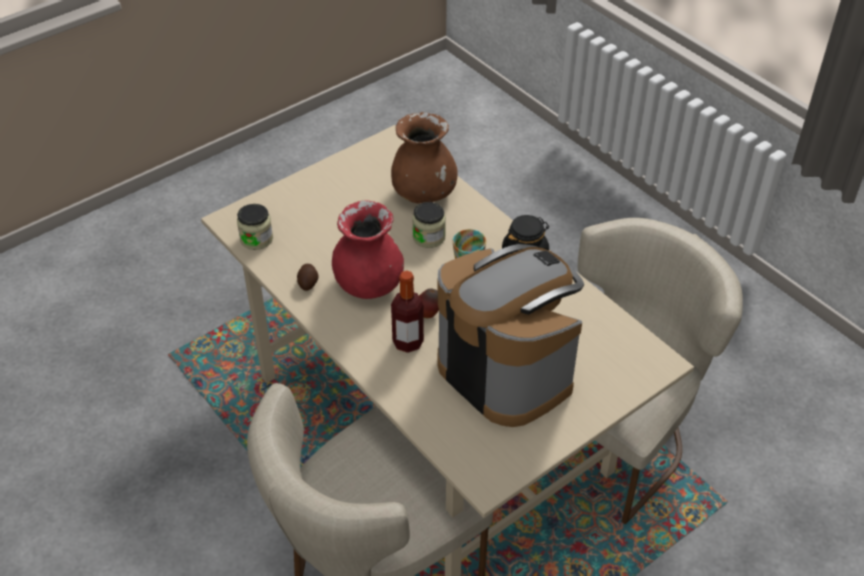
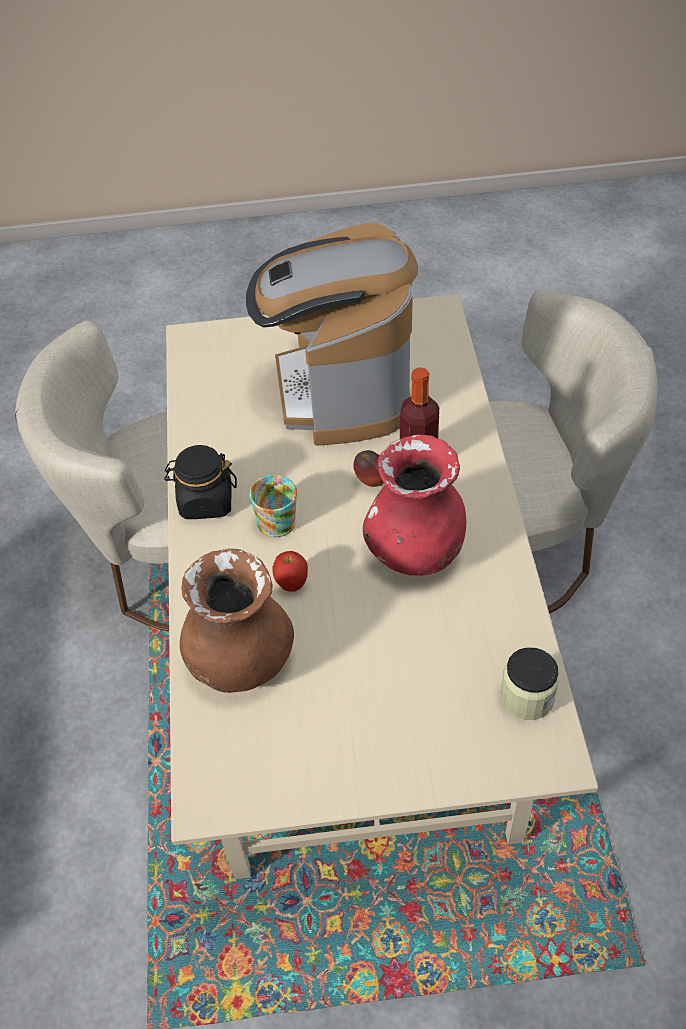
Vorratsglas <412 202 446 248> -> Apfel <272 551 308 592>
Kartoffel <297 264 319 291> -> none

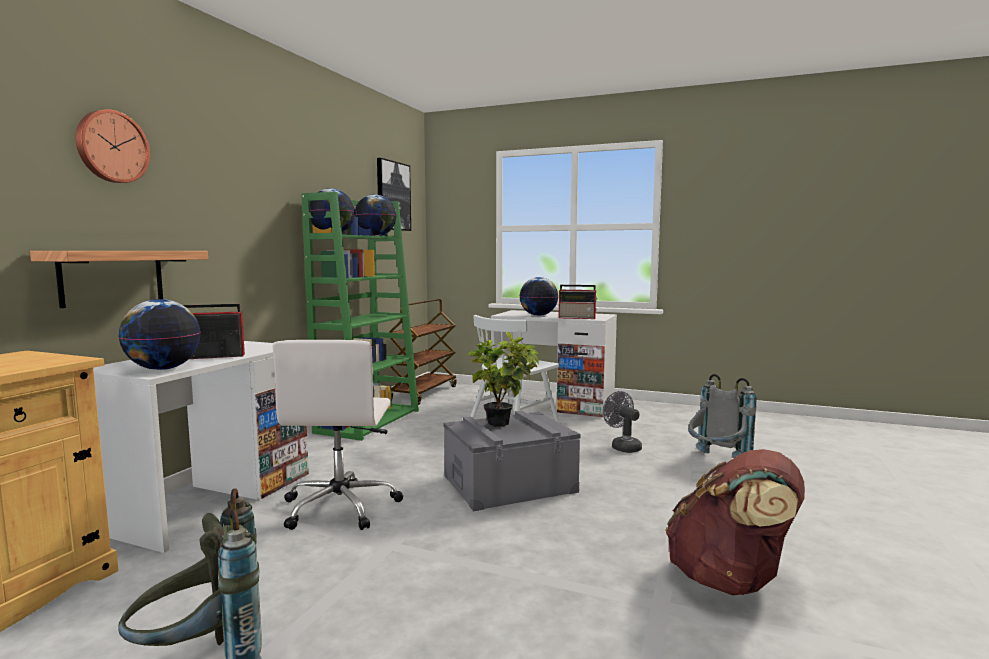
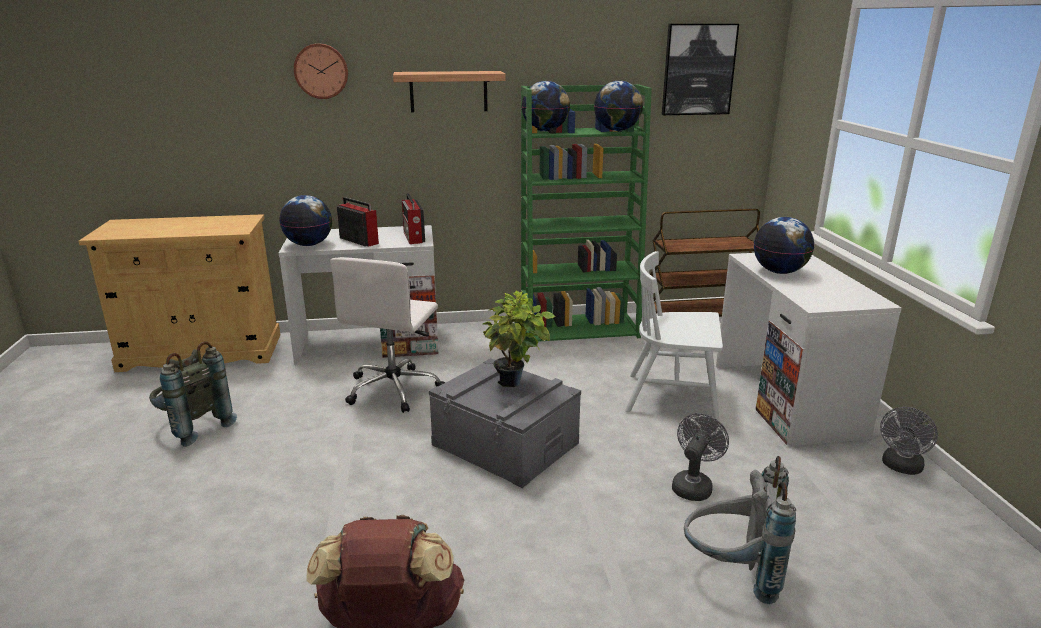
Wandregal <30 251 208 308> -> Wandregal <393 71 506 112>, move
Radio <559 285 598 319> -> Radio <402 193 425 244>, move
Bürostuhl (weiß) <273 340 403 530> -> Bürostuhl (weiß) <330 257 445 413>, 45 degrees counterclockwise
none -> Ventilator (grau) <880 407 938 475>

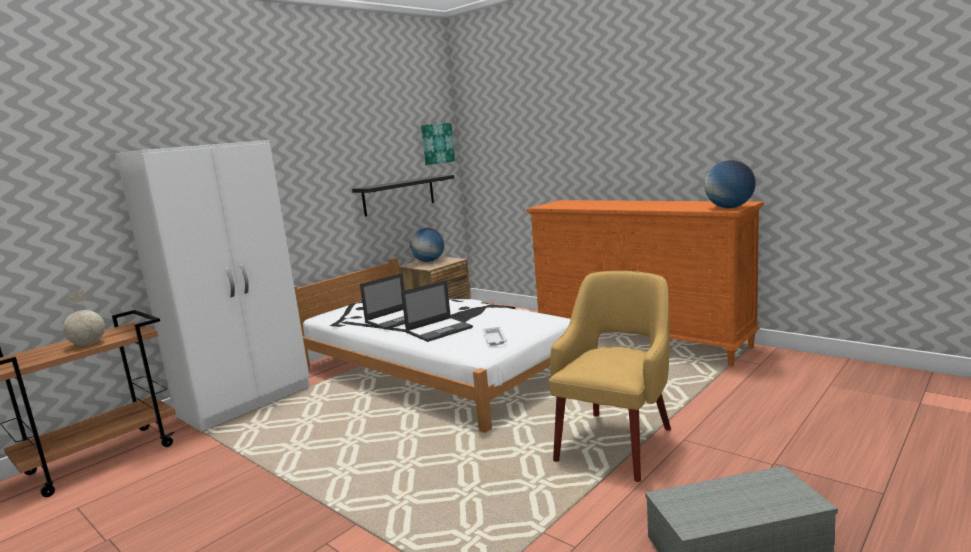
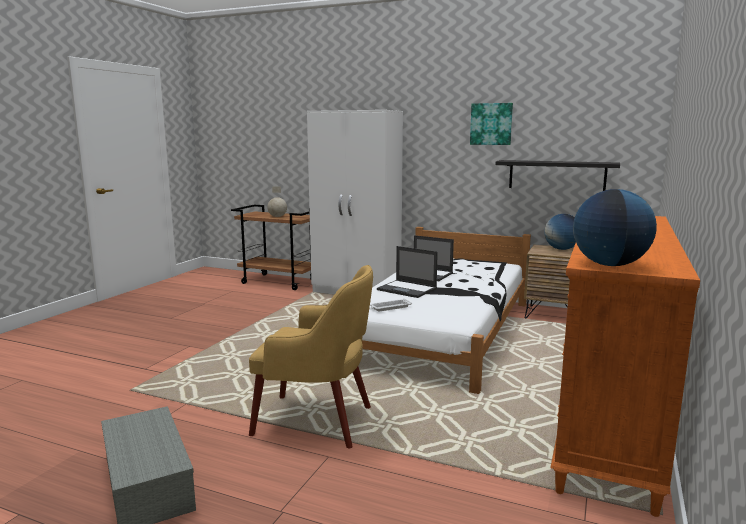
Bild <421 123 455 165> -> Bild <470 103 513 145>, move

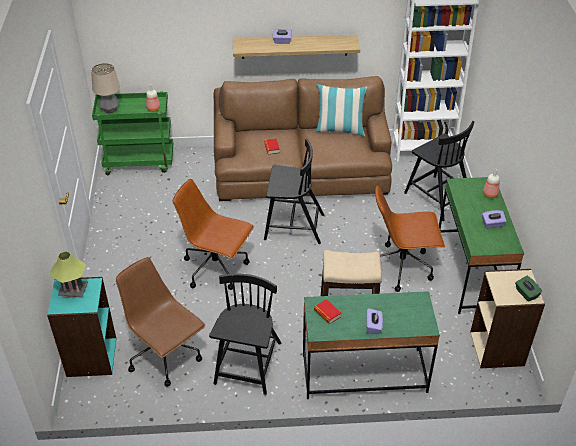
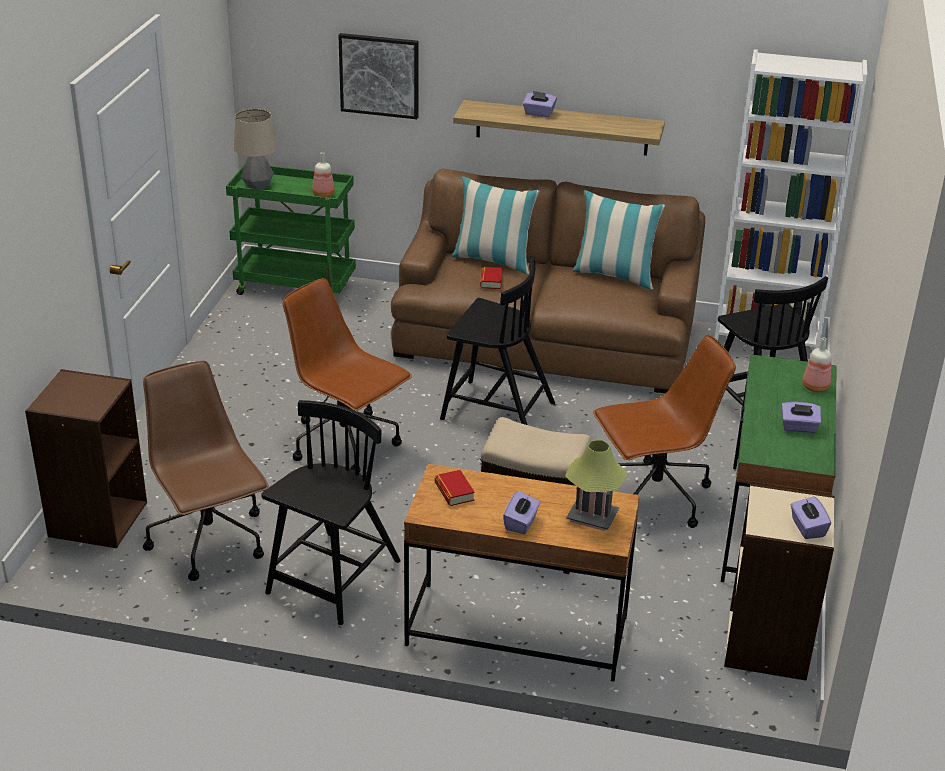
Bürostuhl (braun) <375 185 445 292> -> Bürostuhl (braun) <593 335 736 528>, 150 degrees clockwise
Tischlampe <50 251 88 298> -> Tischlampe <565 440 627 531>, move
Taschentuchbox (grün) <515 276 542 302> -> Taschentuchbox (lila) <791 496 831 539>
Bücherregal (türkis) <47 277 116 377> -> Bücherregal (braun) <25 369 147 548>
Schreibtisch (grün) <303 291 440 399> -> Schreibtisch (braun) <404 464 640 682>
none -> Bild <338 33 419 119>
none -> Kissen <452 176 540 274>

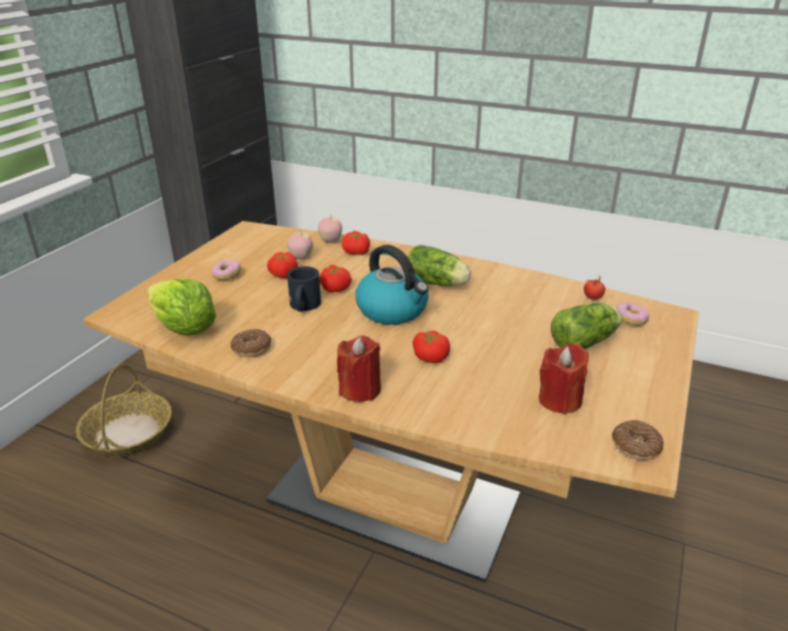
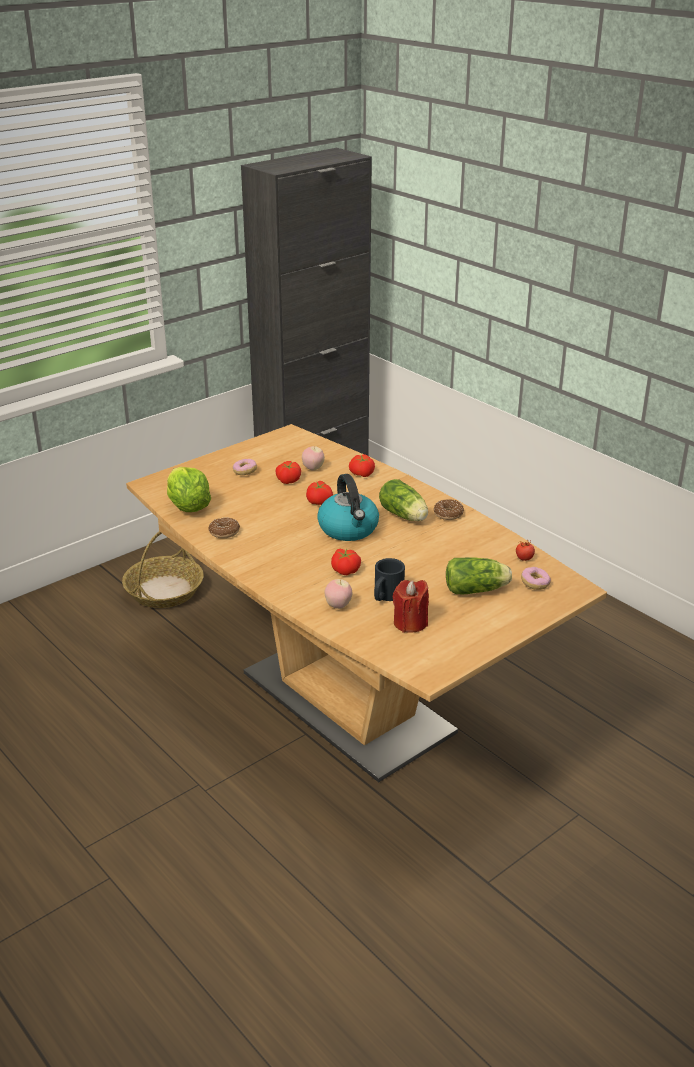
Apfel <318 217 342 243> -> Apfel <324 579 352 609>, move
Henkelbecher (schwarz) <287 266 321 312> -> Henkelbecher (schwarz) <374 558 405 601>, move
Kerze (rot) <337 336 381 402> -> none
Donut <612 420 664 460> -> Donut <434 499 464 520>, move

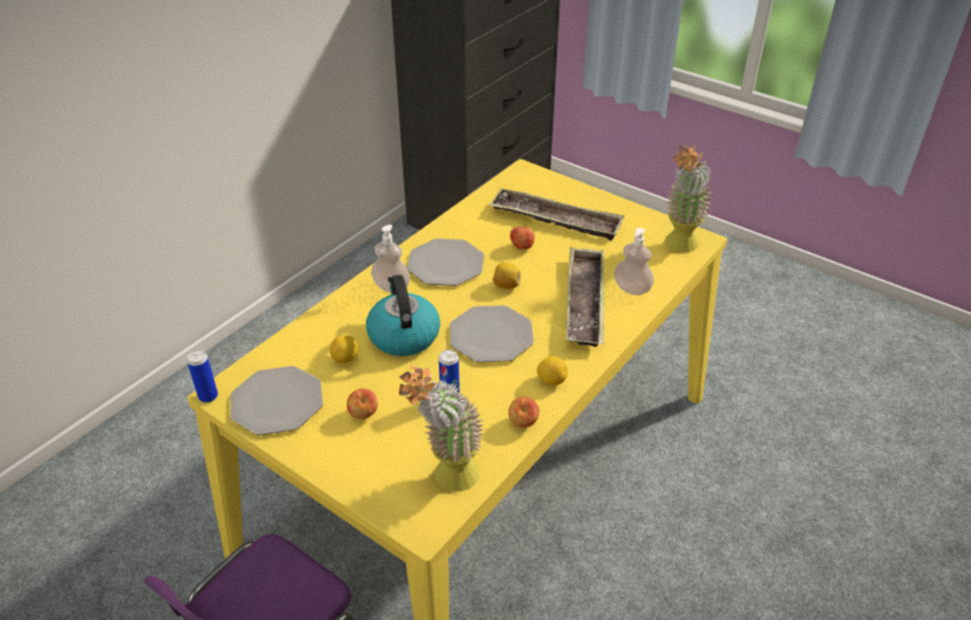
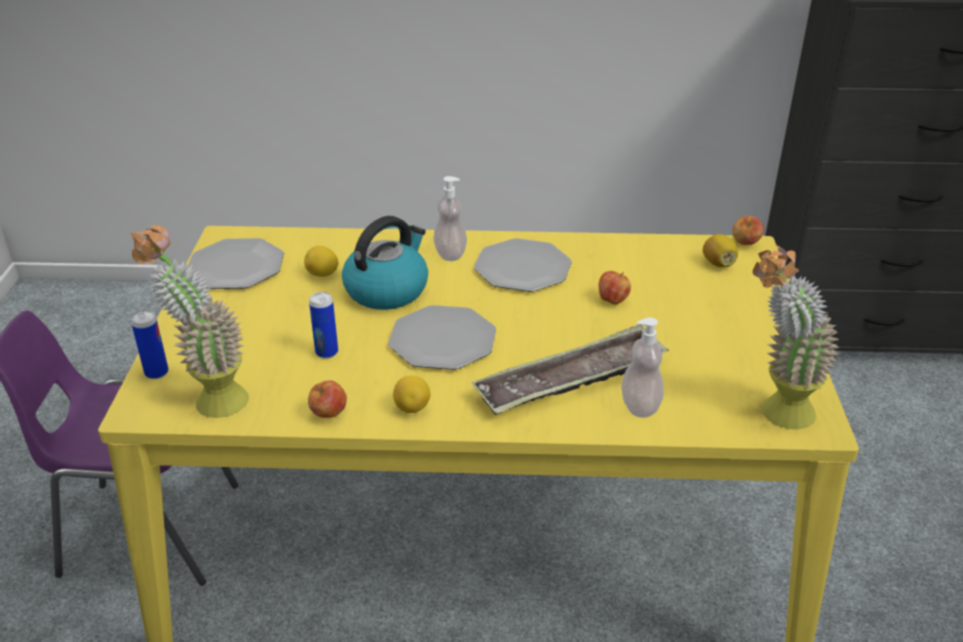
Tablett <490 188 625 241> -> none
Zitrone <493 263 521 289> -> Zitrone <703 234 738 268>, move
Dose <187 350 218 403> -> Dose <131 311 168 379>, move
Apfel <347 388 378 419> -> Apfel <732 216 764 245>, move

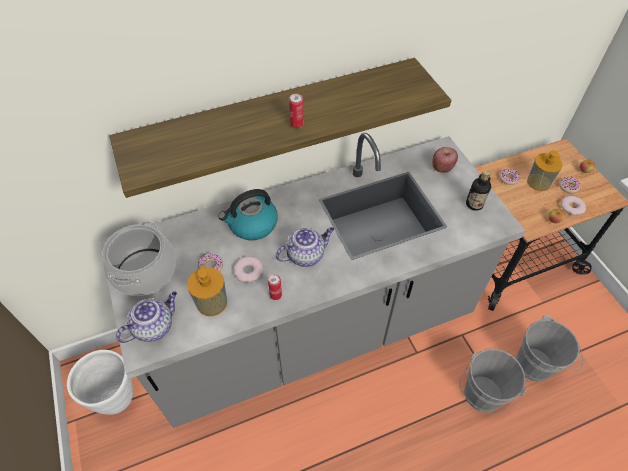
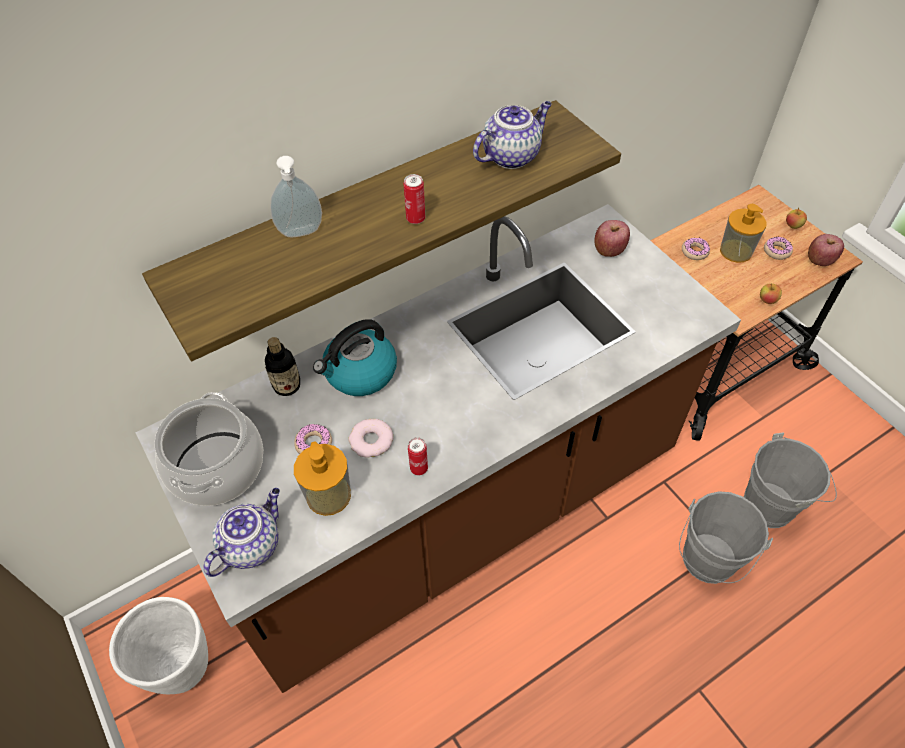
Küchenzeile (grau) <100 133 526 428> -> Küchenzeile (braun) <135 204 741 693>
Flasche <466 170 491 211> -> Flasche <265 337 300 396>, move
Donut <561 196 586 215> -> none
Teekanne <276 227 334 267> -> Teekanne <473 101 552 169>, move
none -> Seifenspender <270 156 322 237>
none -> Apfel <808 234 844 266>

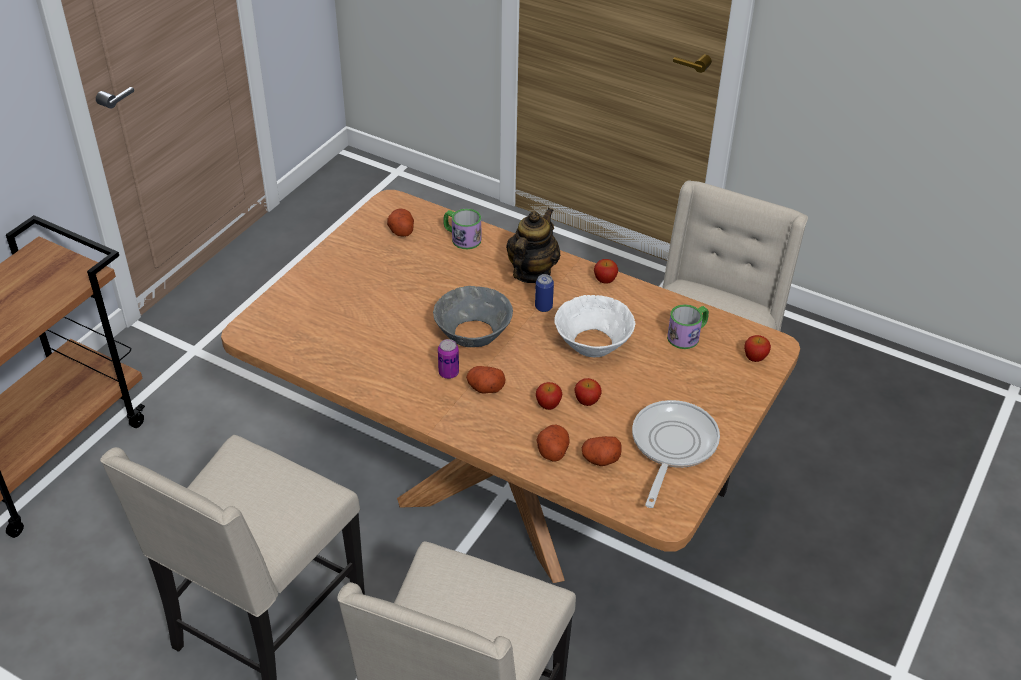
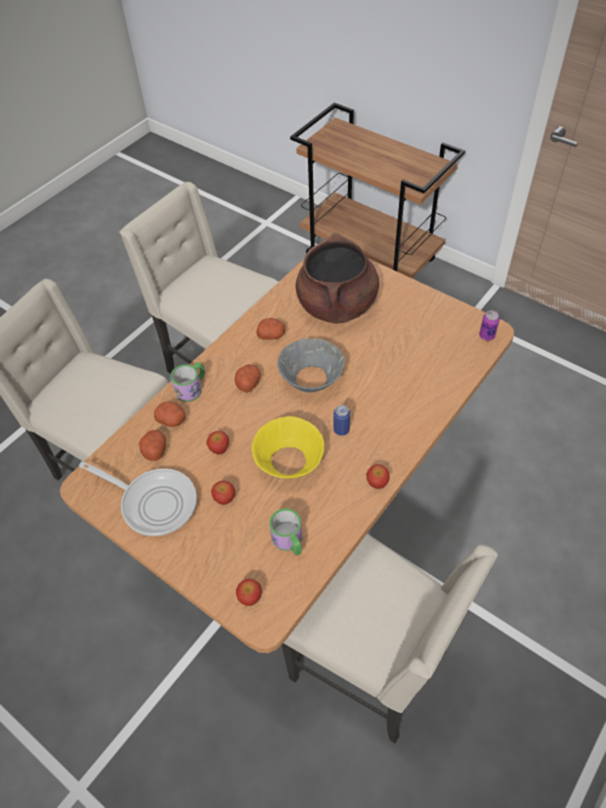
Teekanne <506 208 560 283> -> none
Kartoffel <387 209 414 237> -> Kartoffel <256 318 285 340>, move
Henkelbecher <443 209 481 249> -> Henkelbecher <171 362 205 402>, move
Schüssel (weiß) <554 295 636 357> -> Schüssel (gelb) <252 416 324 479>
Dose <438 339 459 379> -> Dose <479 310 500 341>, move
Apfel <536 382 562 410> -> Apfel <211 481 235 505>, move
none -> Kochtopf (braun) <296 233 379 324>

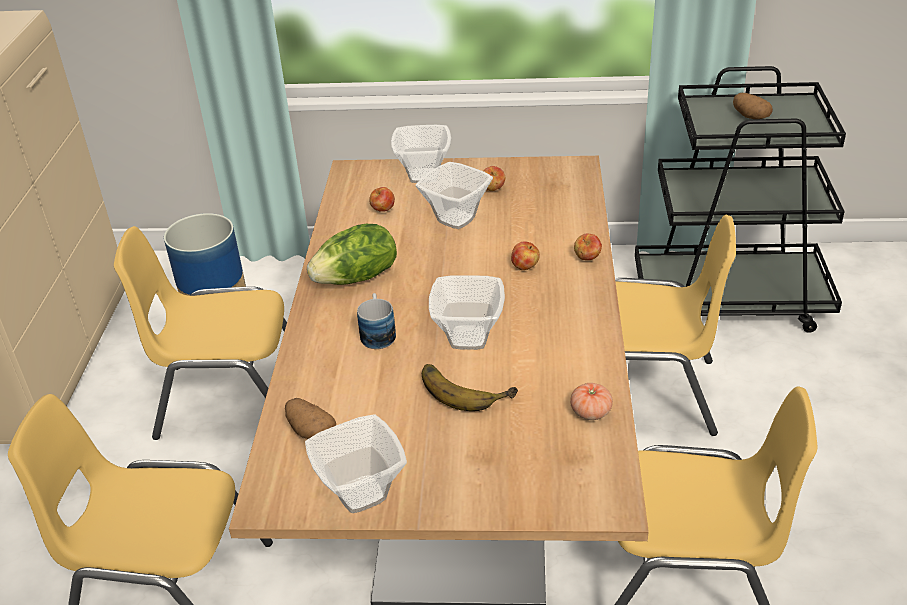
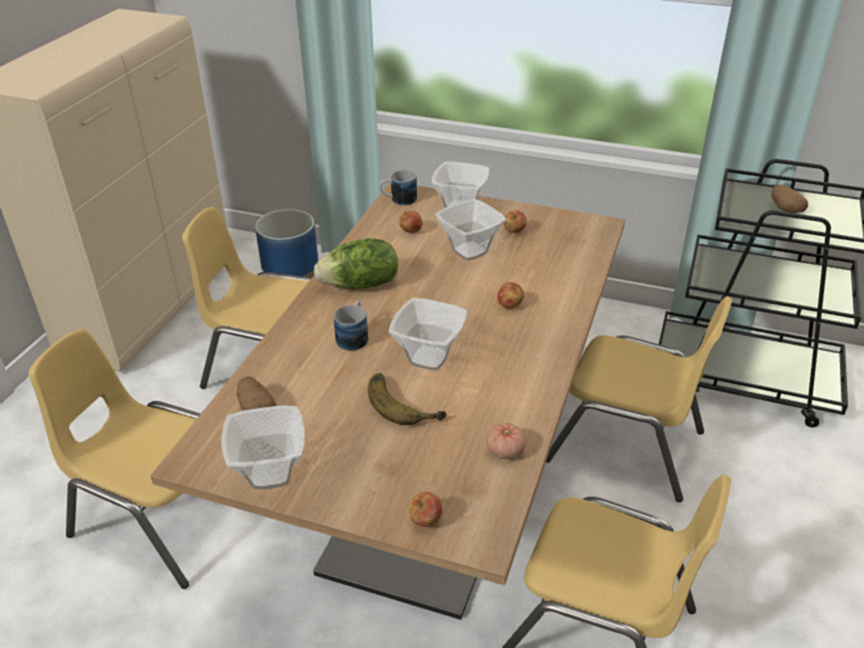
Apfel <574 233 602 260> -> Apfel <408 492 442 527>, move
none -> Henkelbecher <379 170 417 206>

